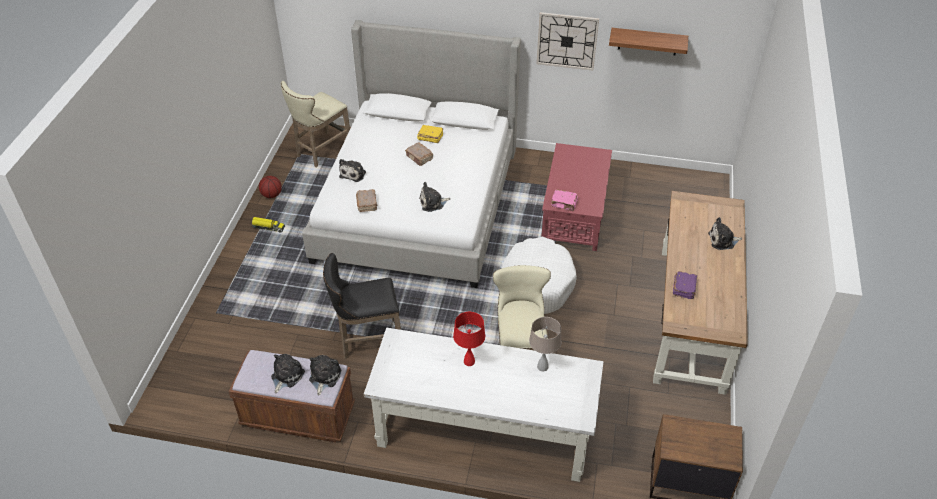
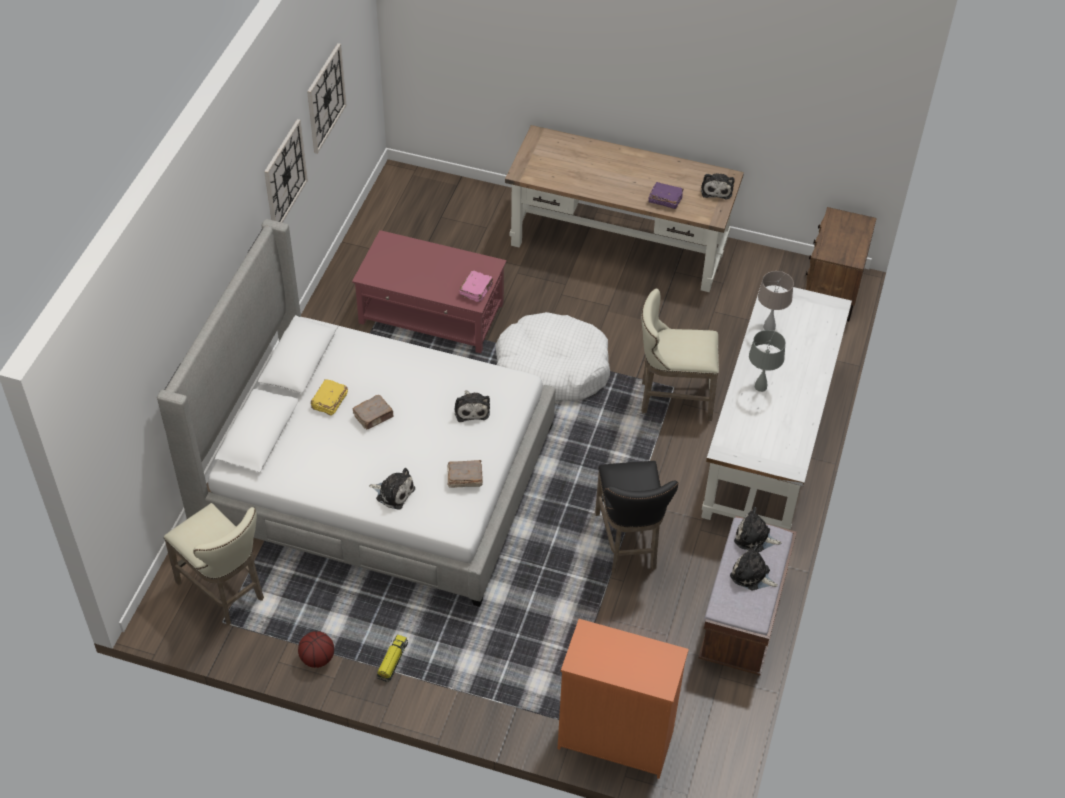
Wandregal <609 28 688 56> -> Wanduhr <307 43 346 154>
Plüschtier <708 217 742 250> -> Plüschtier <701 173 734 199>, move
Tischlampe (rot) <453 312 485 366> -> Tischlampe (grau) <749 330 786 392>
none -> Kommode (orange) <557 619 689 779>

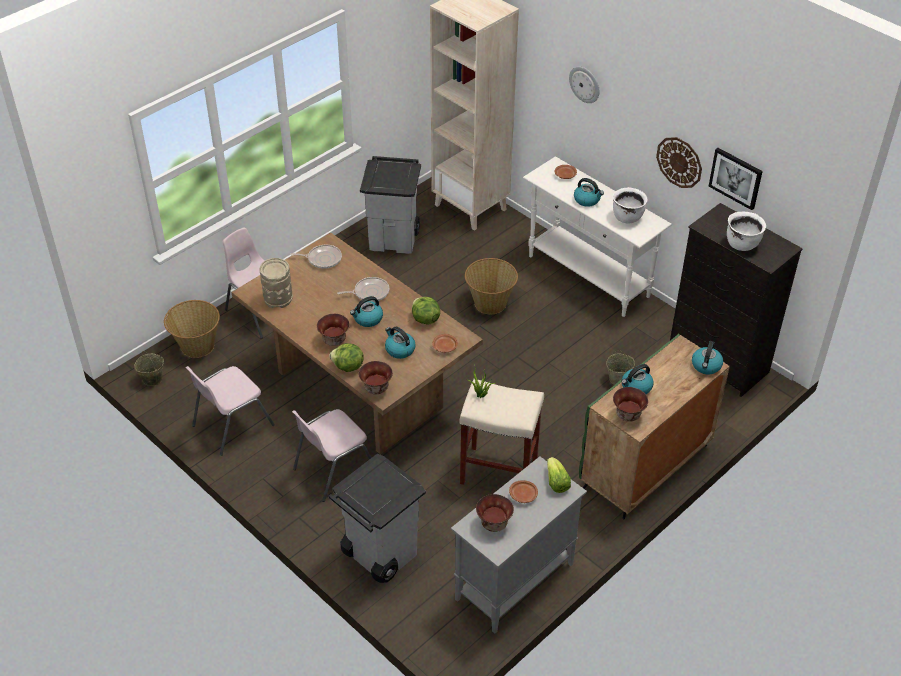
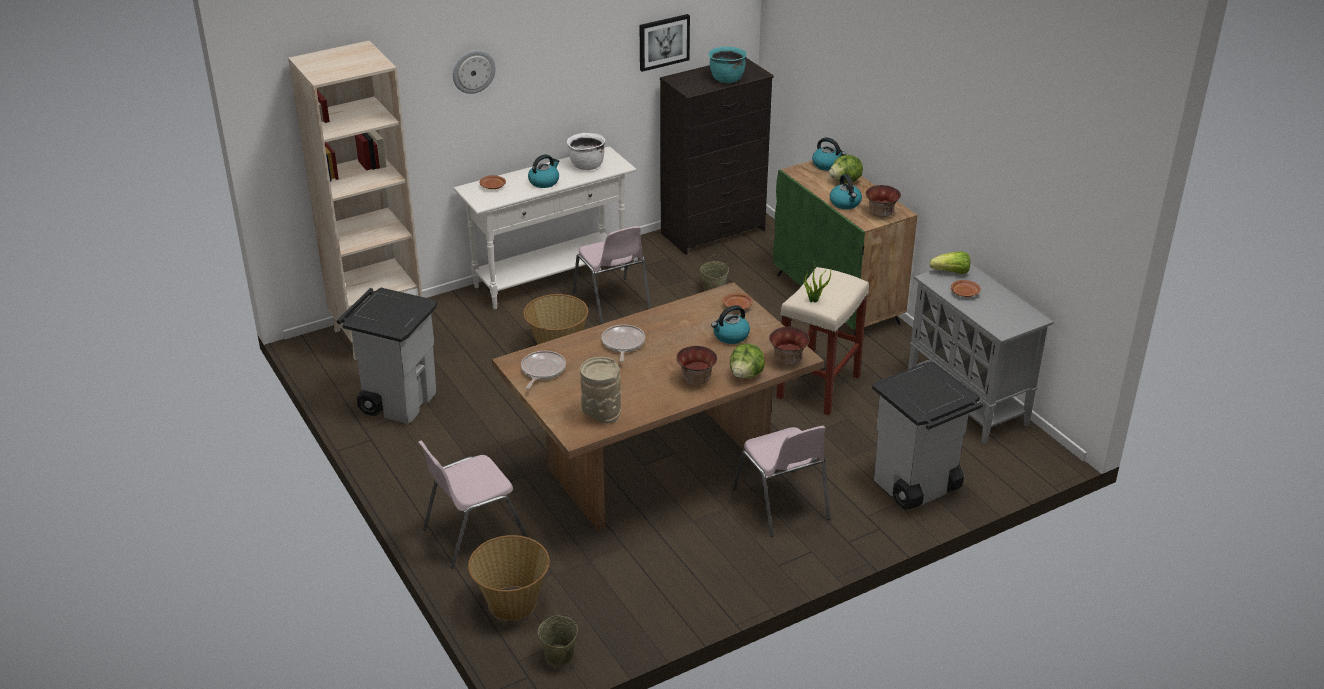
Wanduhr <656 137 702 188> -> none
Kochtopf (weiß) <727 212 766 251> -> Kochtopf (türkis) <709 47 747 83>
Wasserkessel <350 296 383 327> -> none
Salatkopf <412 297 440 324> -> Salatkopf <829 155 863 183>, move
Stuhl (rosa) <185 366 275 456> -> Stuhl (rosa) <573 226 651 324>, move
Schüssel <476 494 514 532> -> none

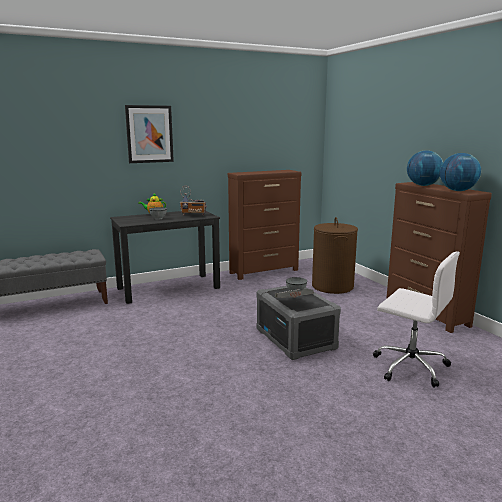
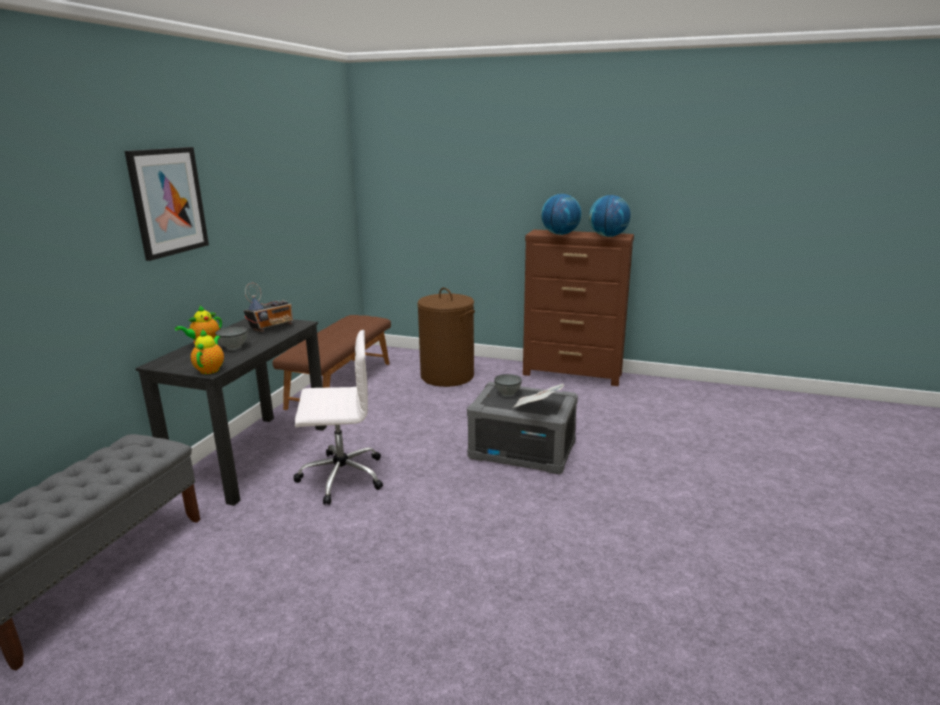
Kommode (braun) <228 170 302 280> -> Bank (braun) <272 315 391 410>
Bürostuhl (weiß) <373 251 460 387> -> Bürostuhl (weiß) <293 330 383 505>, move
none -> Teekanne <191 329 224 374>

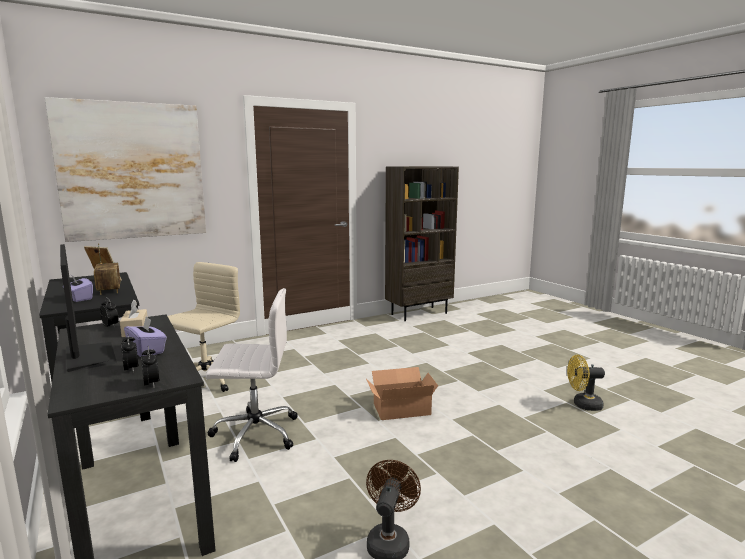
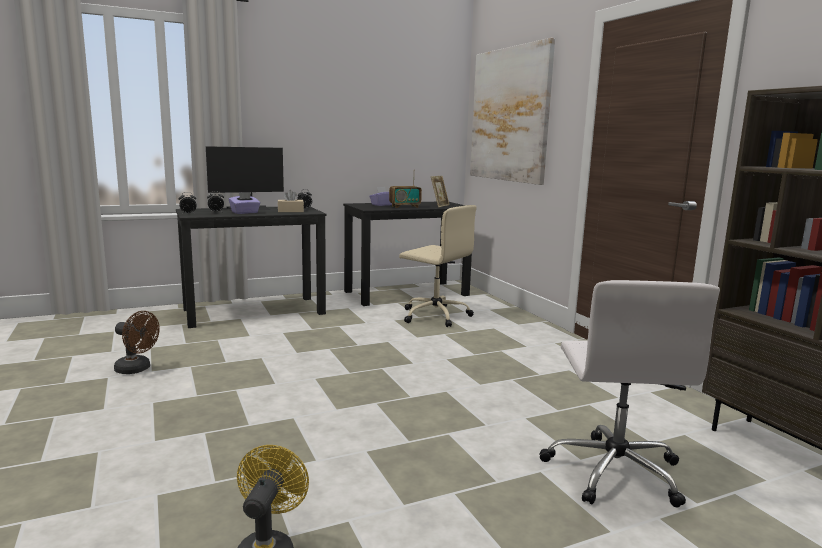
Bürostuhl (weiß) <206 288 298 462> -> Bürostuhl (weiß) <539 280 720 508>, move
Karton <366 367 438 420> -> none

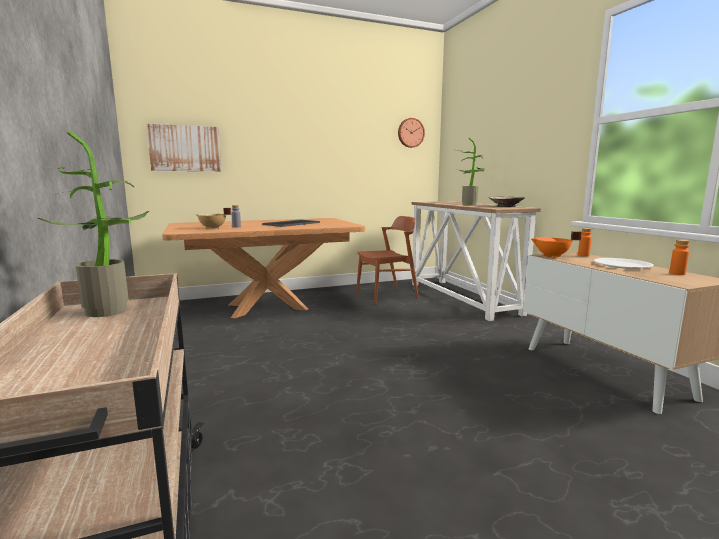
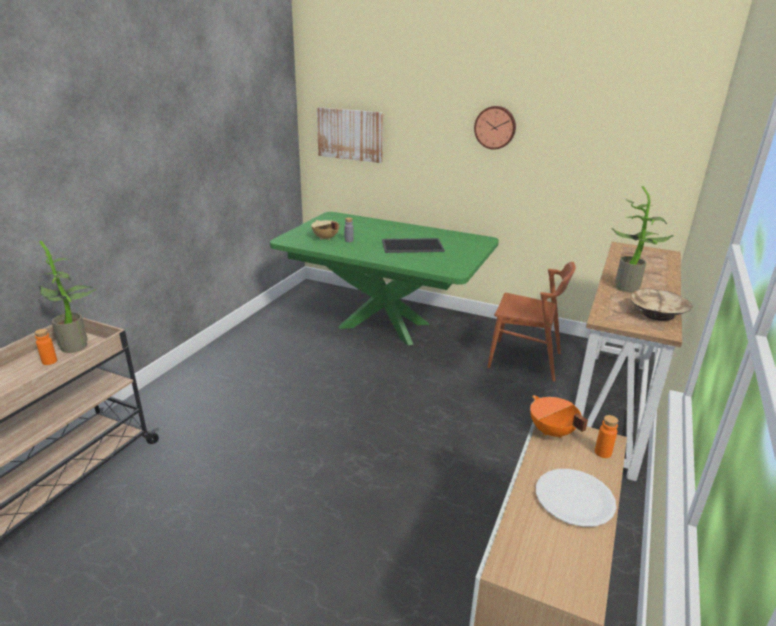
Wanduhr <398 118 425 148> -> Wanduhr <474 106 516 150>, move
Esstisch (braun) <162 218 365 318> -> Esstisch (grün) <270 212 499 345>
Flasche (orange) <669 240 689 275> -> Flasche (orange) <34 329 57 365>, move

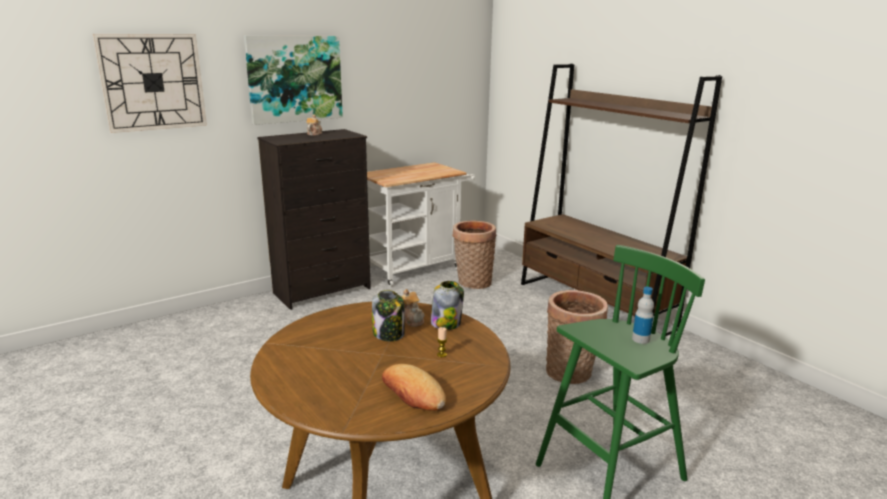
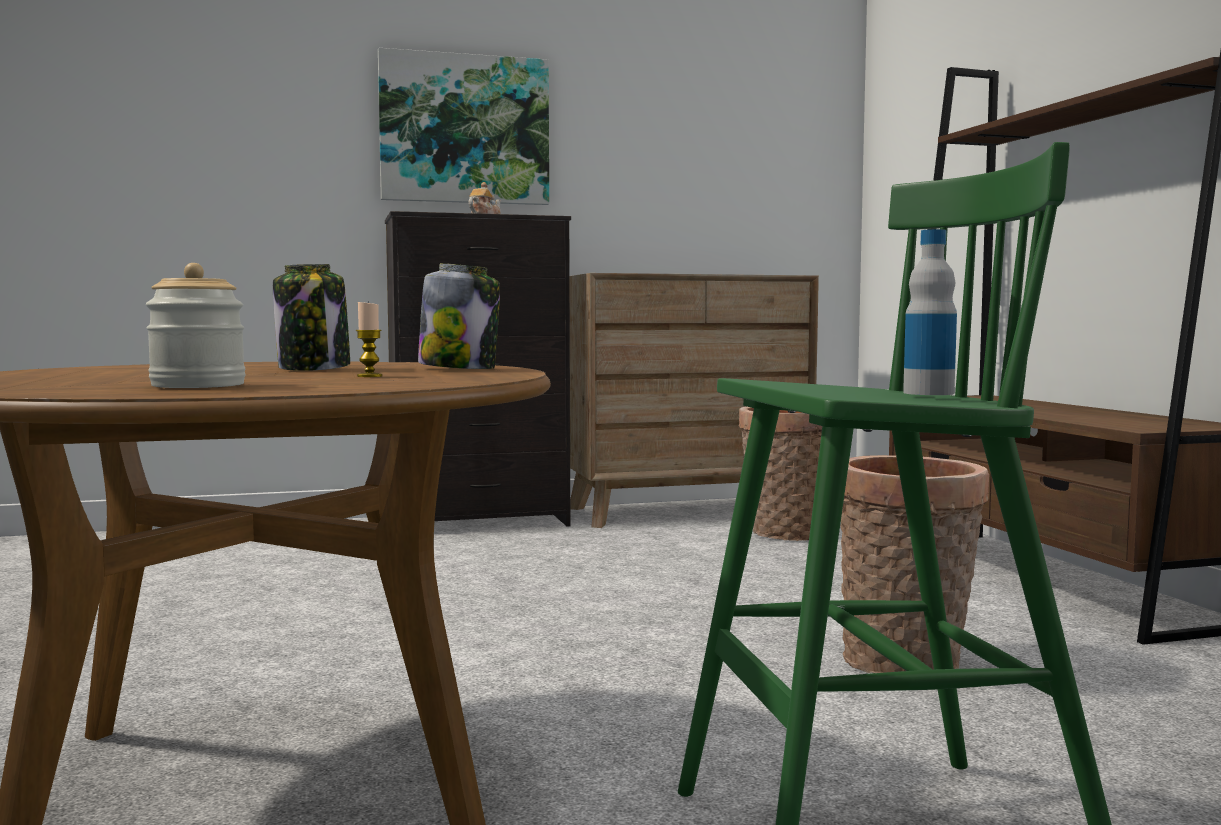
Wanduhr <93 34 207 133> -> none
Rollwagen (weiß) <367 162 475 287> -> Kommode (braun) <570 273 819 528>
Teekanne <401 289 425 327> -> none
Brot <382 364 446 411> -> Vorratsglas <146 263 246 388>

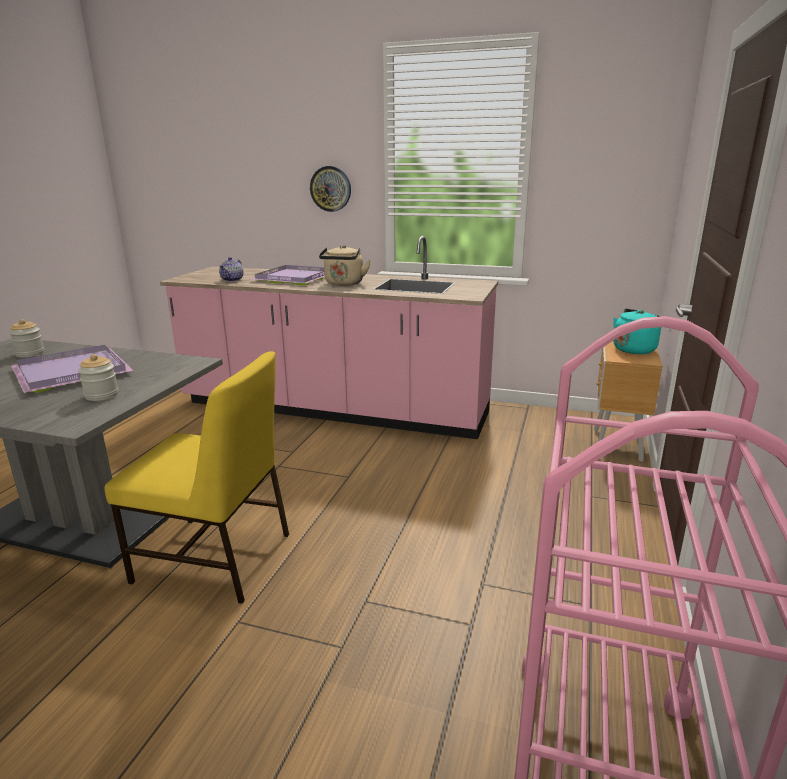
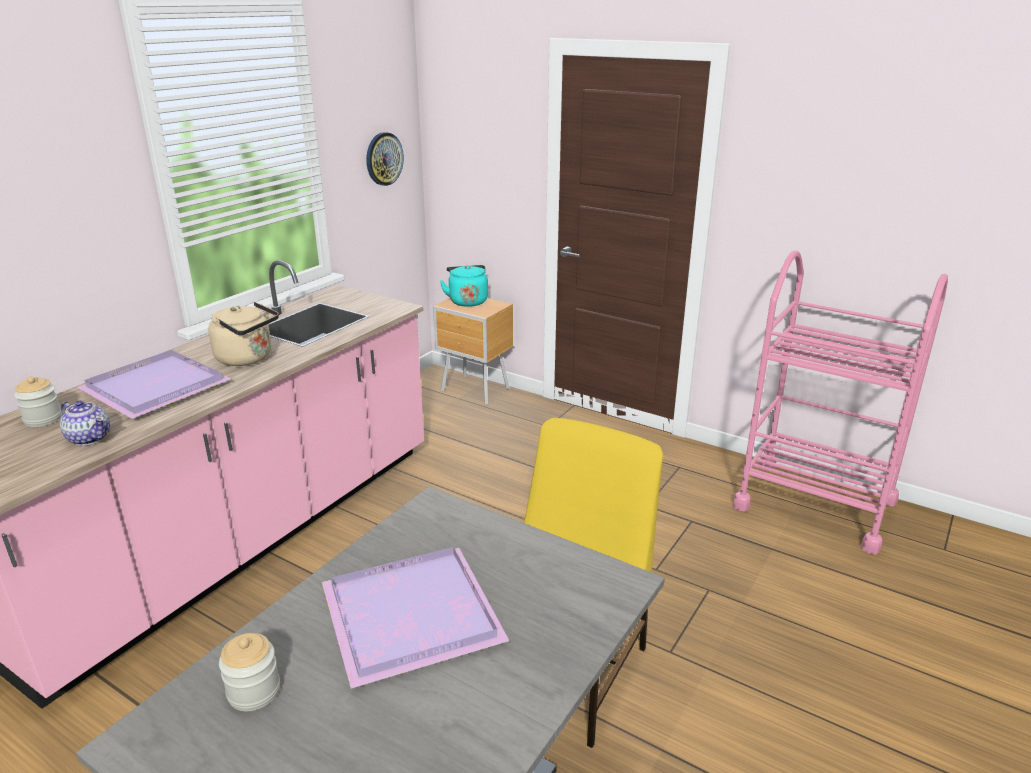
Wanduhr <310 166 351 212> -> Wanduhr <366 132 404 186>, move
Vorratsglas <78 354 119 401> -> Vorratsglas <14 376 62 427>, move

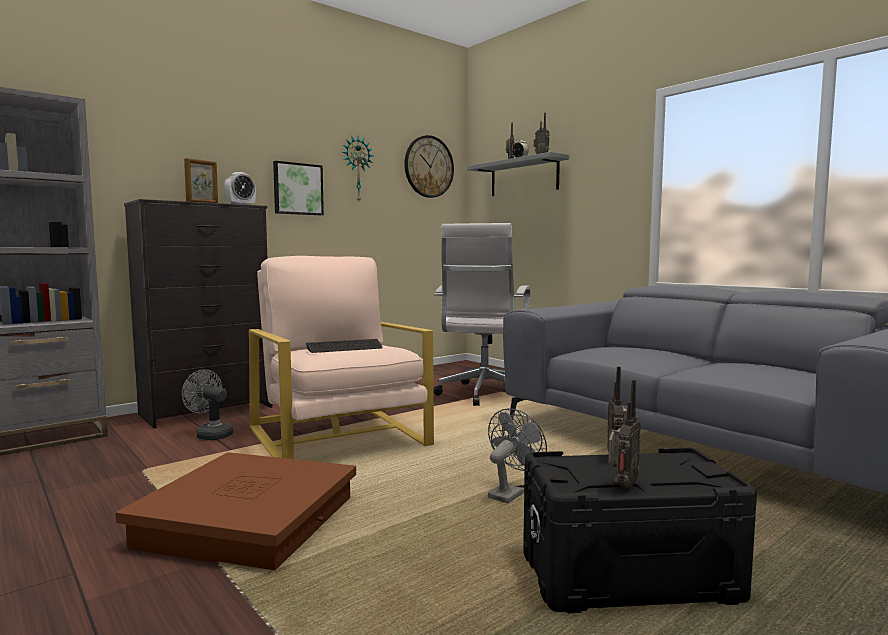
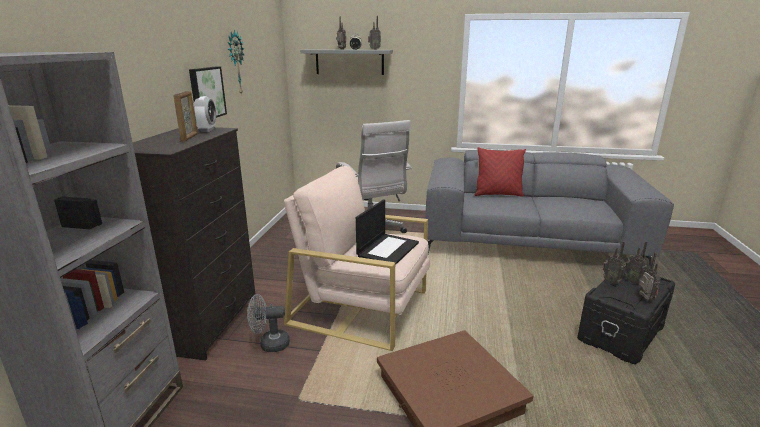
Wanduhr <404 135 454 198> -> none
Tastatur <306 339 383 353> -> Laptop <356 199 419 265>
Ventilator (grau) <488 408 547 503> -> none
none -> Kissen (rot) <475 147 526 197>
none -> Radio <625 241 647 284>

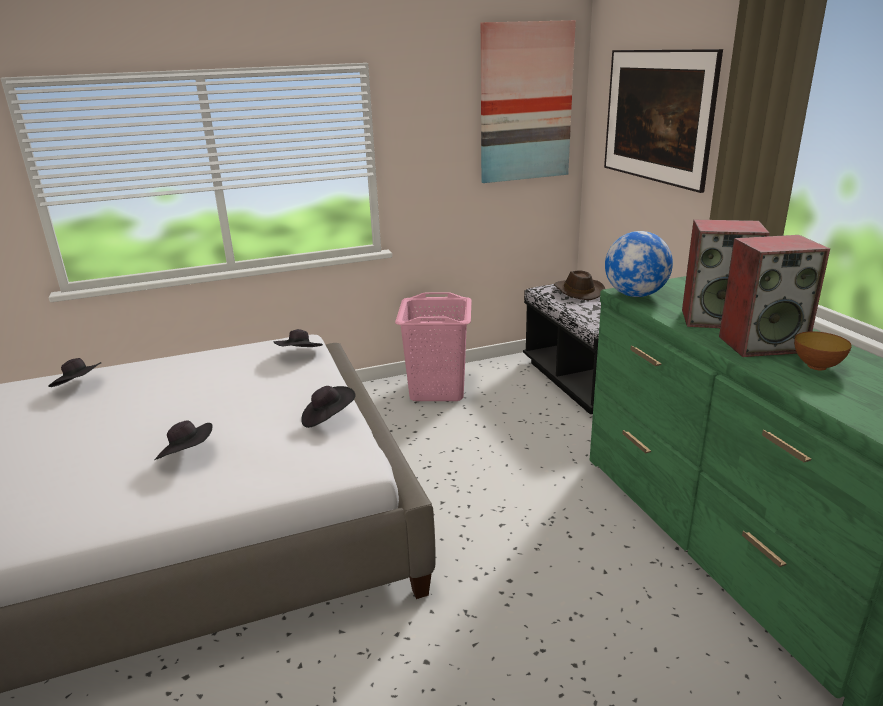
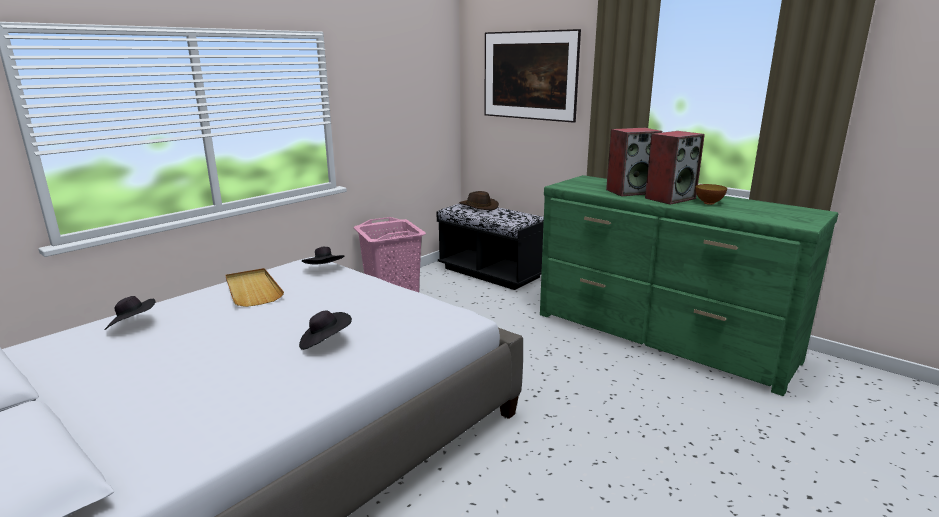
Bild <481 20 576 183> -> none
Globus <605 231 673 297> -> none
Hut (schwarz) <301 386 356 428> -> none
none -> Tablett (beige) <225 268 284 307>

